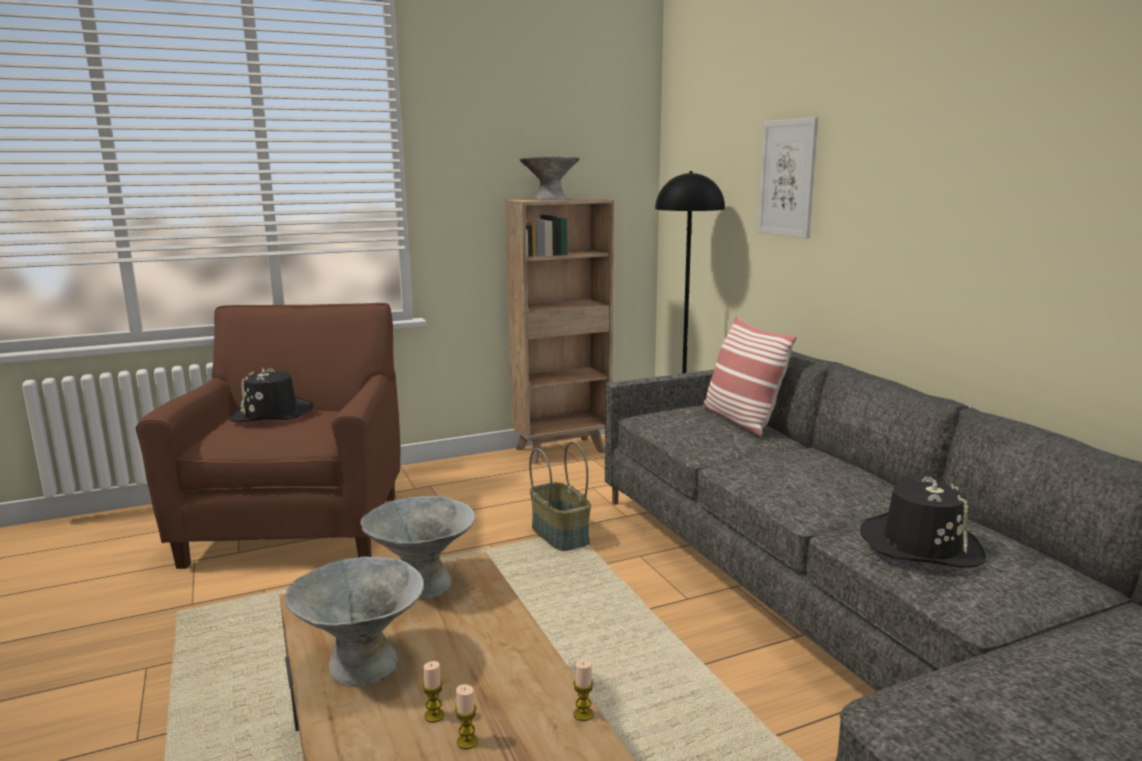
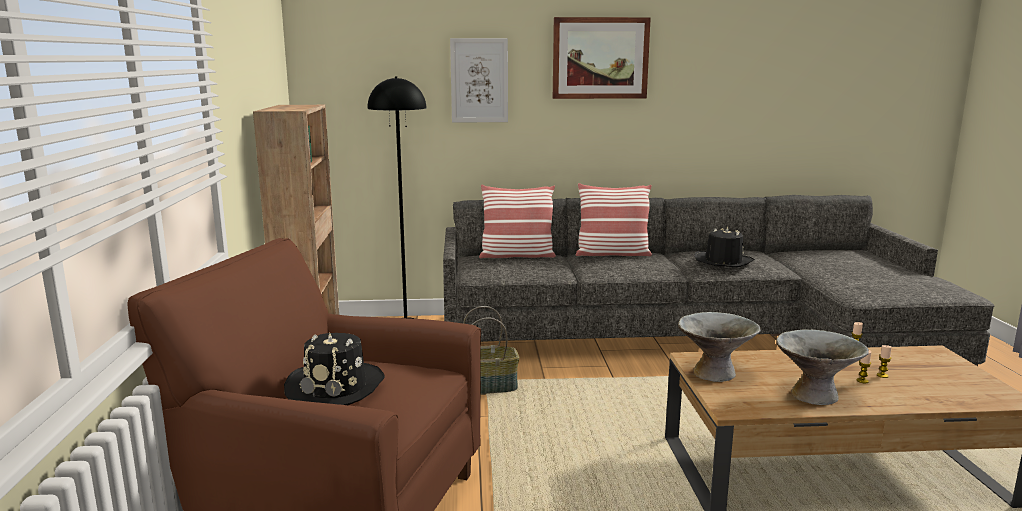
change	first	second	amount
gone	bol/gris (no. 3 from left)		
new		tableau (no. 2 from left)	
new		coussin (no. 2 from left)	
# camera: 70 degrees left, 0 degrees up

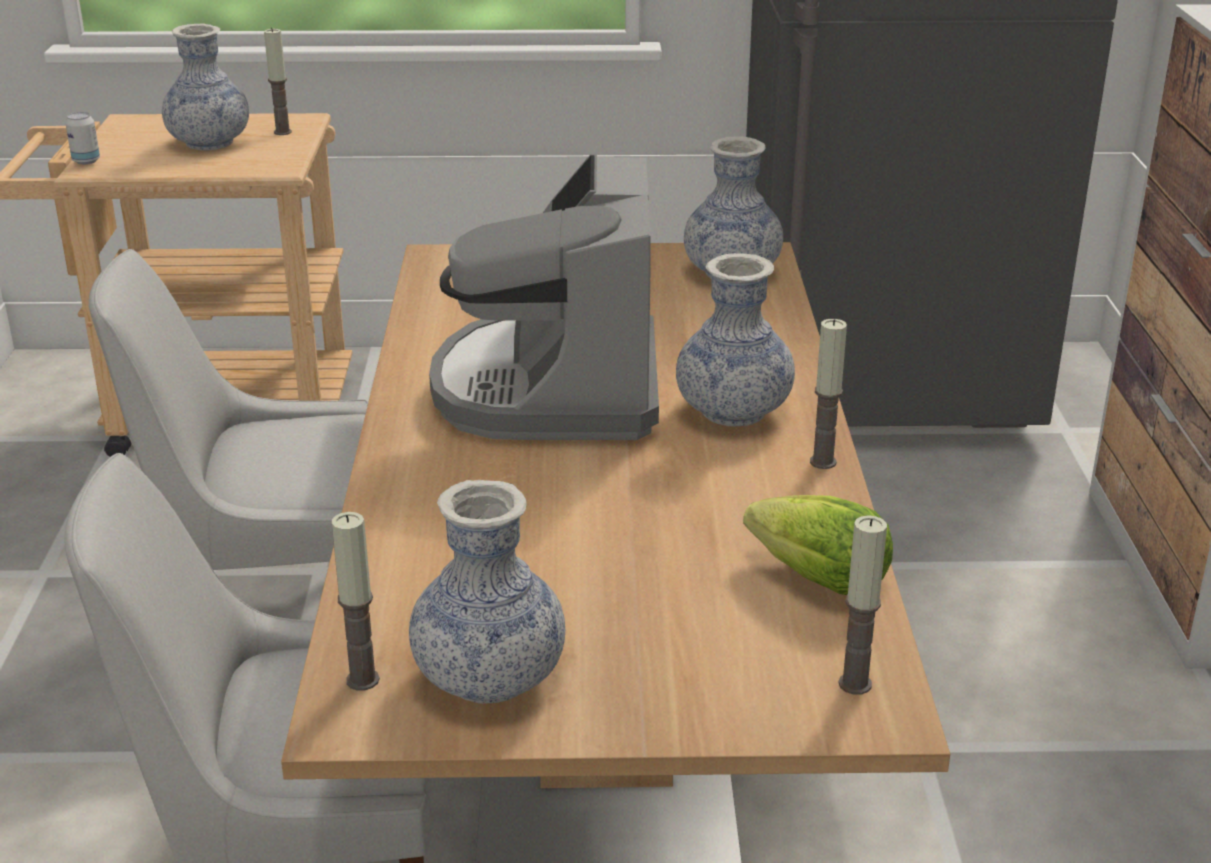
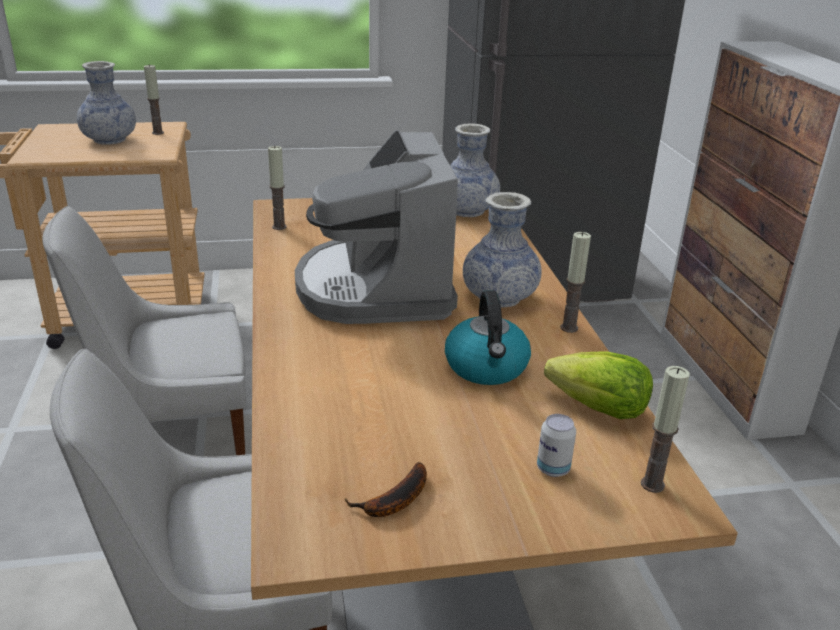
change	first	second	amount
shifted	boîte métallique		
shifted	bougie (no. 2 from left)		
swapped	vase (no. 2 from left)	banane	
new		bouilloire	
# camera: 10 degrees left, 0 degrees up

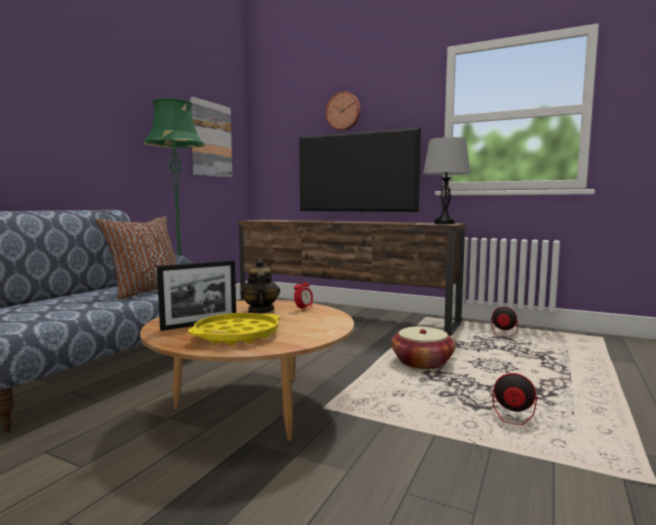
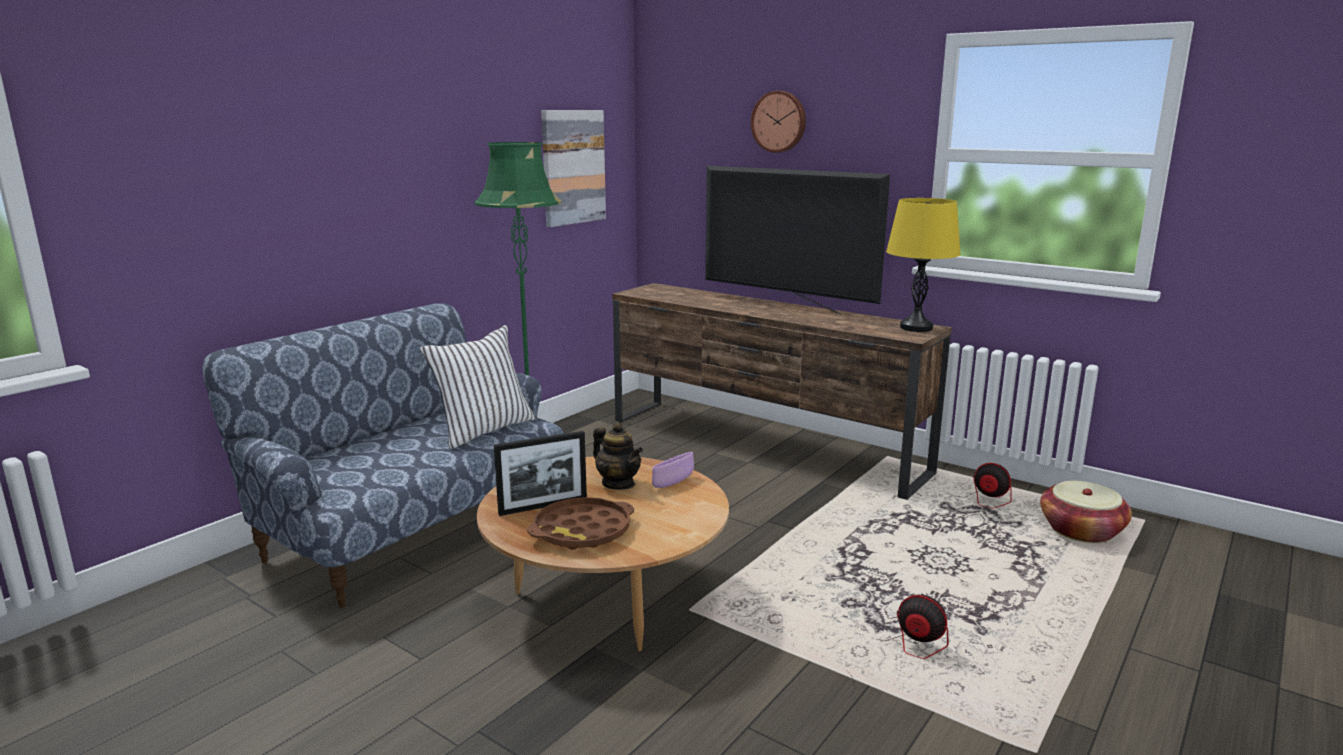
change	first	second	amount
repainted	coussin/marron	coussin/blanc	
repainted	plateau/jaune	plateau/marron	
rotated	théière		135 degrees clockwise
swapped	réveil	bol/violet	
shifted	panier		
repainted	lampe de table/gris	lampe de table/jaune	
# camera: 10 degrees right, 10 degrees up

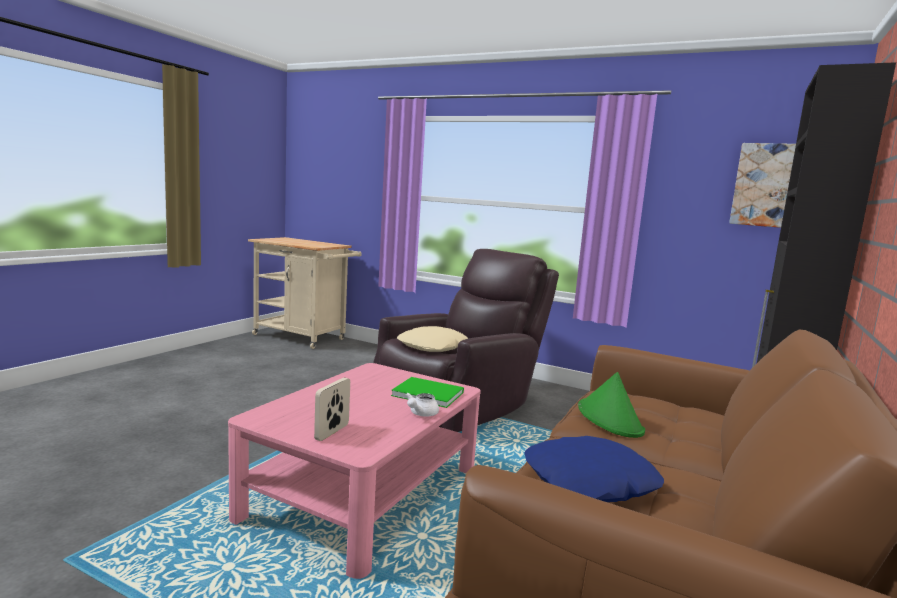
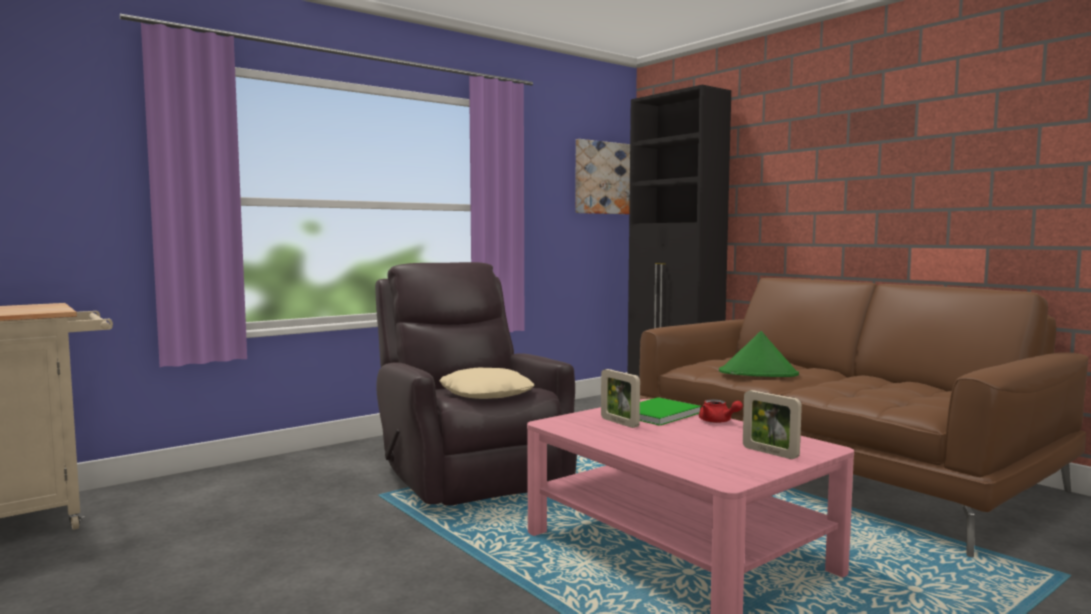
change	first	second	amount
repainted	théière/blanc	théière/rouge	
gone	coussin/bleu		
new		cadre photo (no. 1 from left)	
# camera: 65 degrees left, 5 degrees down

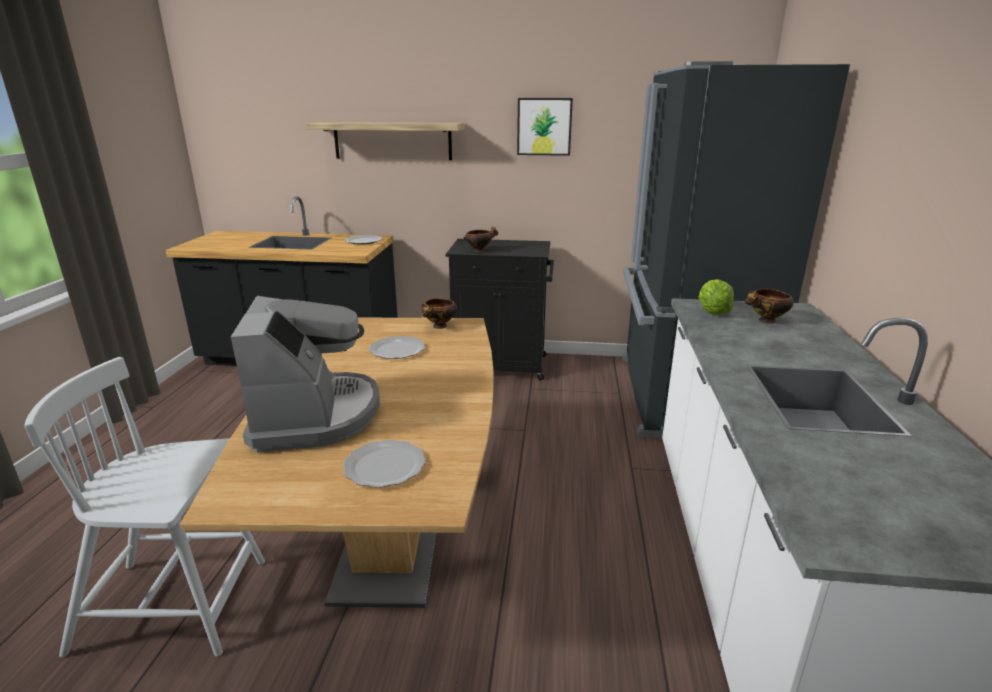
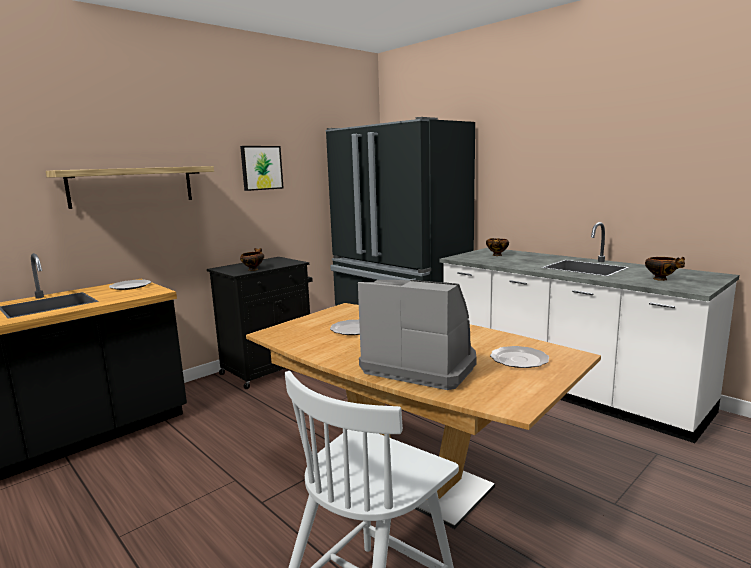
change	first	second	amount
shifted	bol (no. 1 from left in the first image)	bol (no. 3 from left)	
gone	laitue		
# camera: 50 degrees left, 10 degrees down

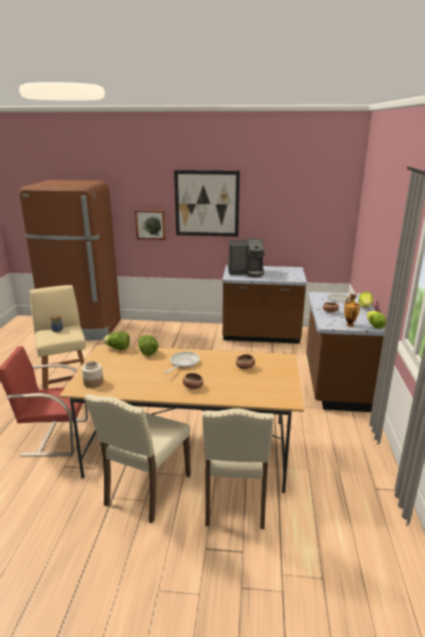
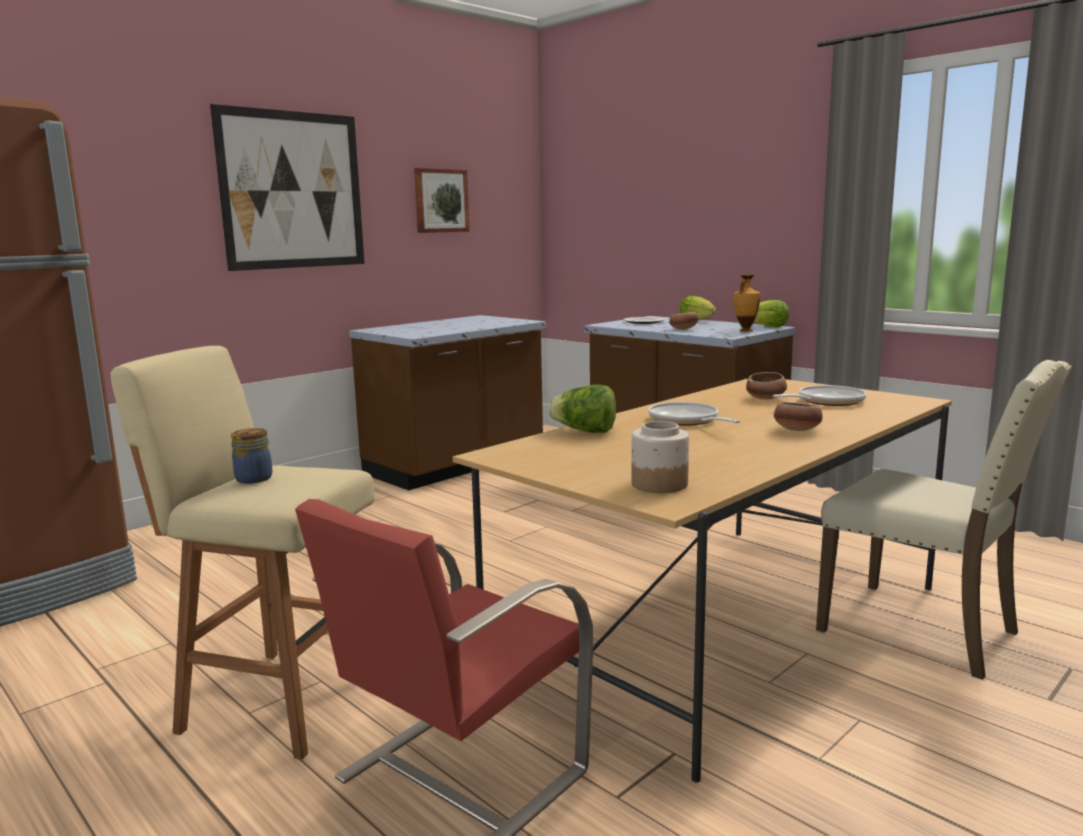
change	first	second	amount
gone	chaise/beige (no. 1 from left)		
gone	laitue (no. 1 from left)		
shifted	tableau (no. 1 from left in the first image)	tableau (no. 2 from left)	
gone	machine à café		
new		poêle (no. 2 from left)	
# camera: 50 degrees left, 10 degrees down

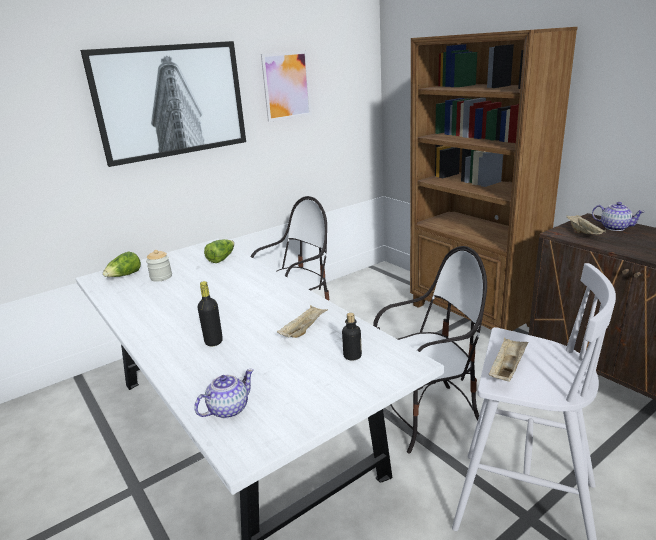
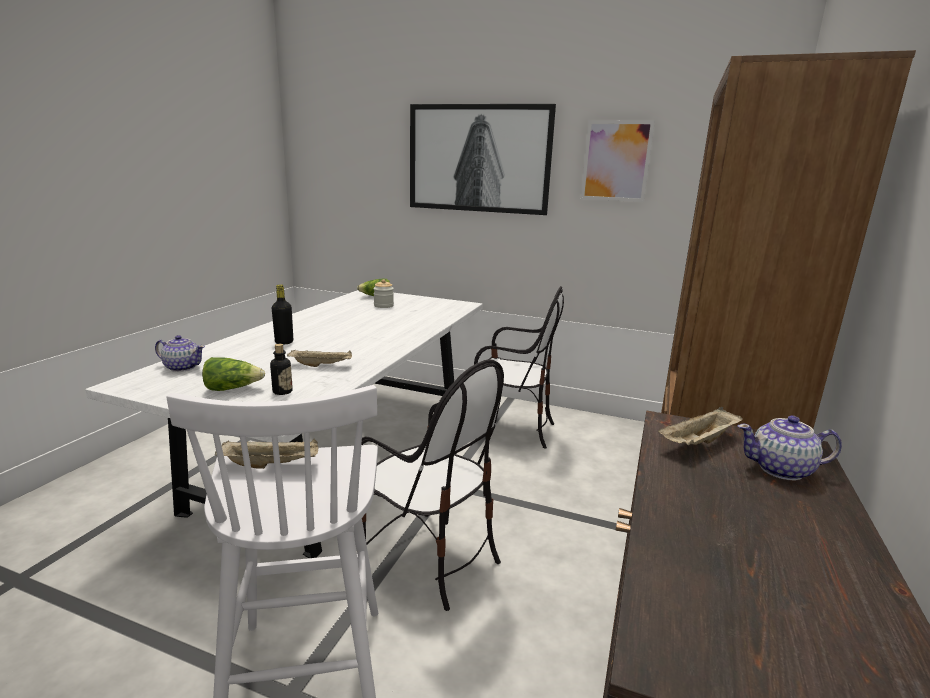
change	first	second	amount
shifted	laitue (no. 2 from left in the first image)	laitue (no. 1 from left)	
rotated	théière (no. 2 from left)		90 degrees clockwise
# camera: 55 degrees right, 5 degrees down

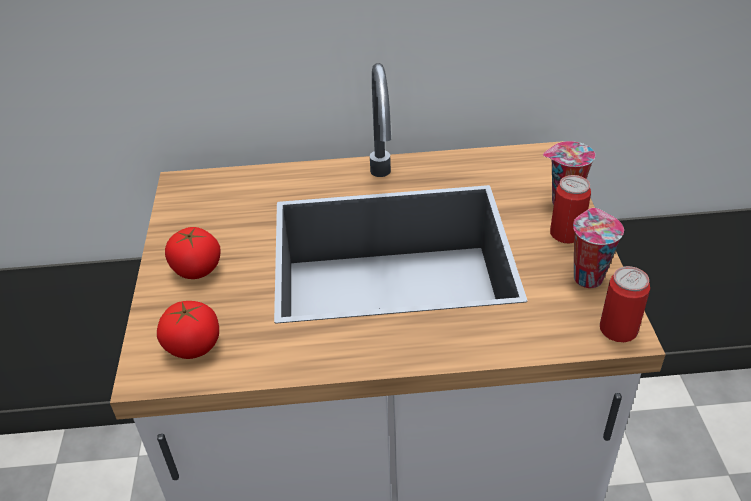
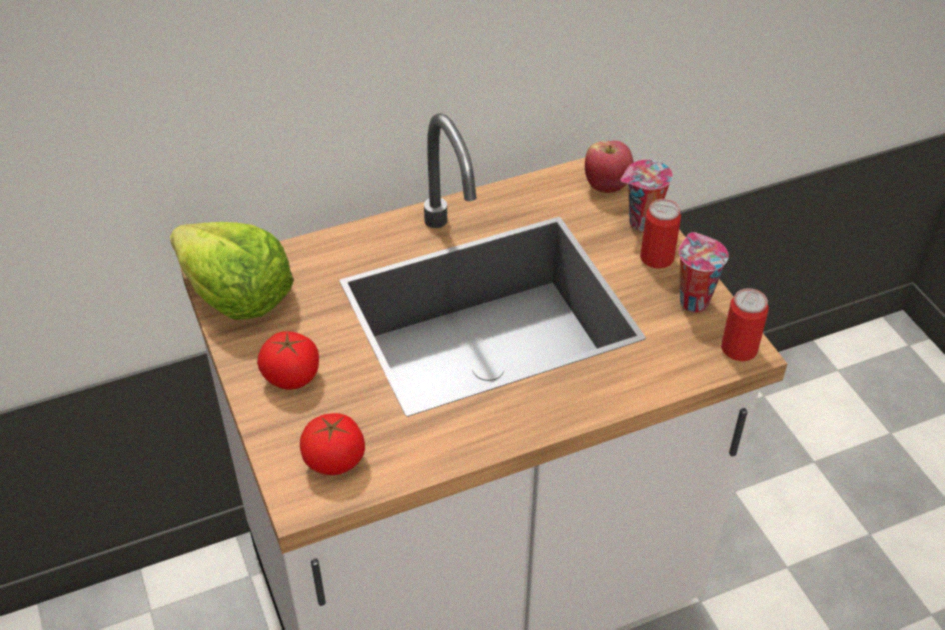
change	first	second	amount
new		laitue	
new		pomme	
# camera: 20 degrees left, 5 degrees up

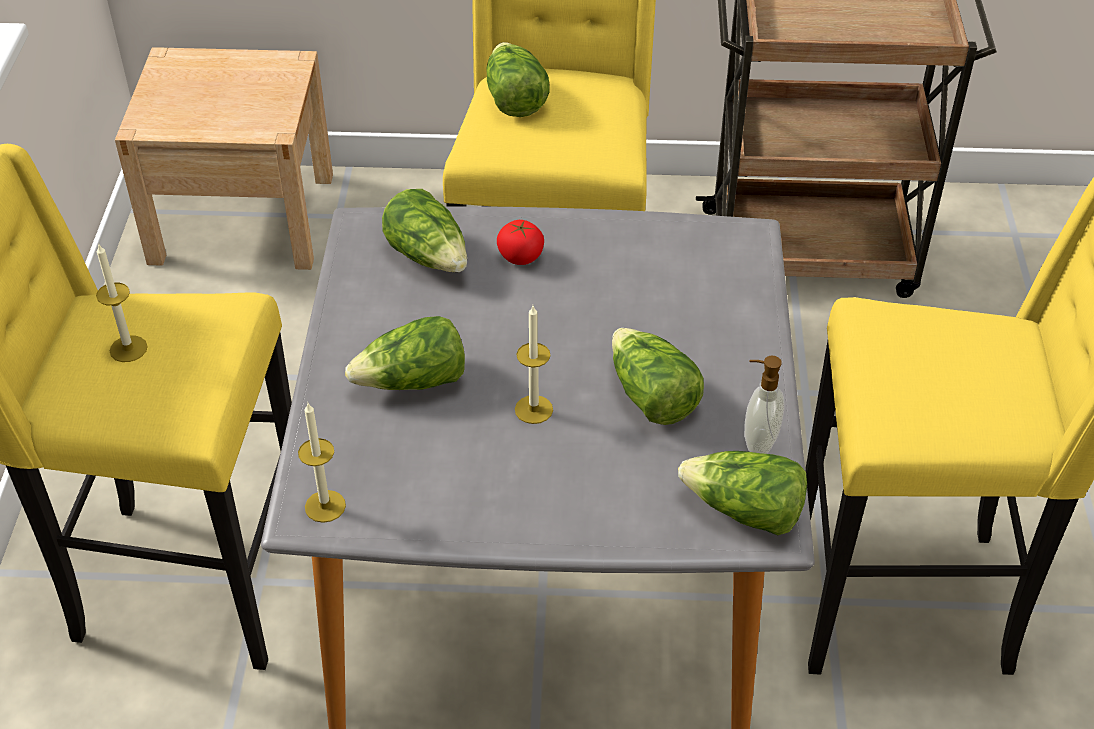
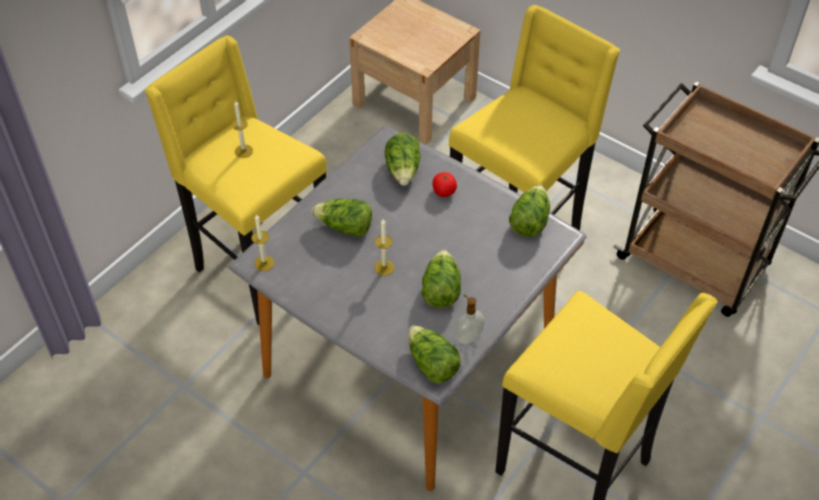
change	first	second	amount
shifted	laitue (no. 3 from left in the first image)	laitue (no. 5 from left)	
# camera: 35 degrees right, 5 degrees up

